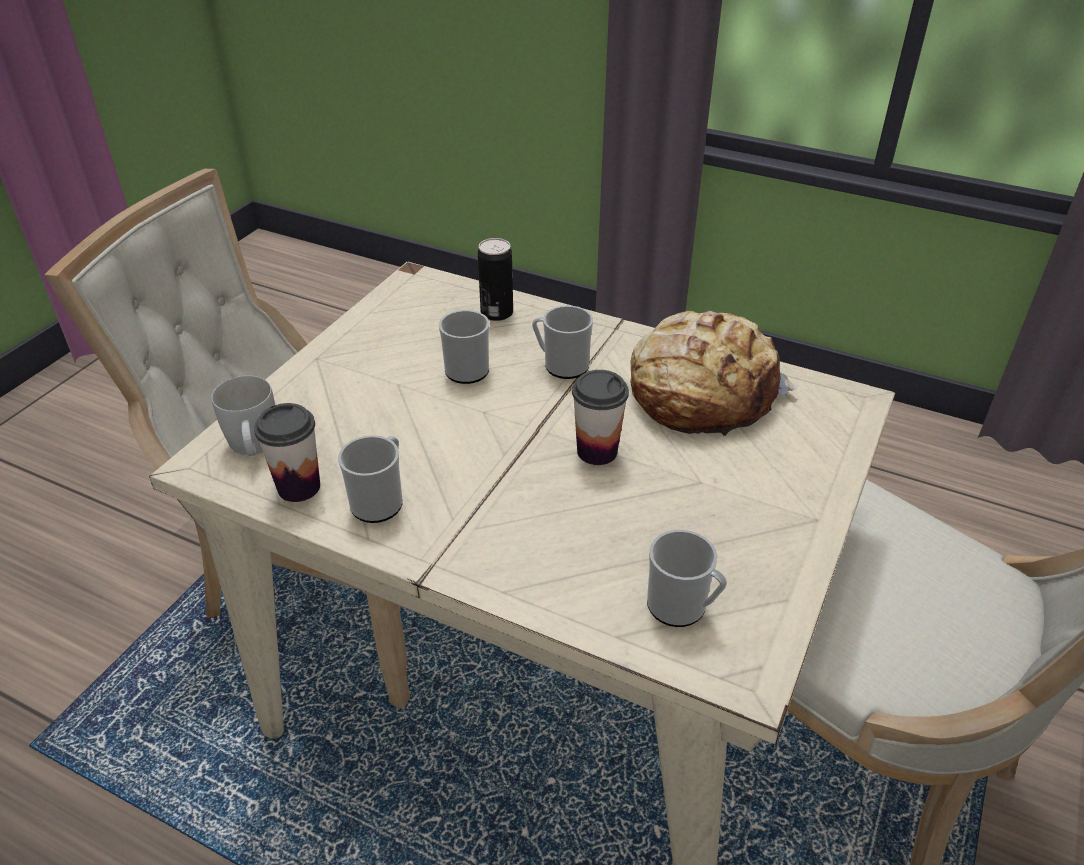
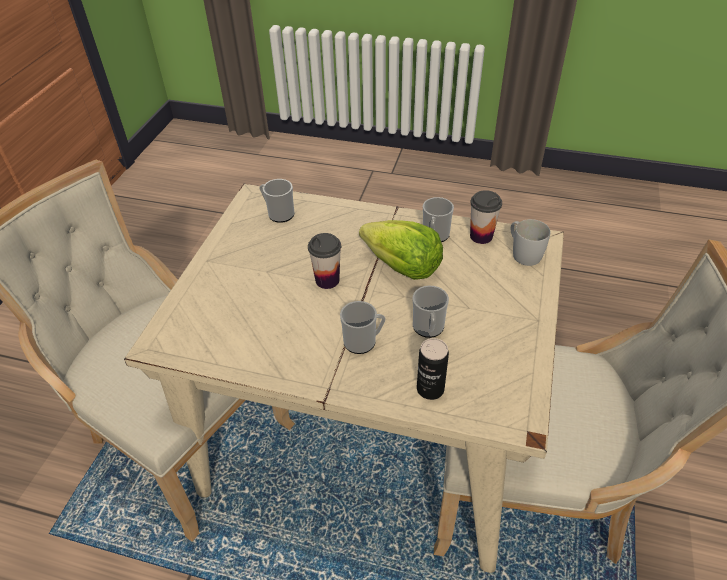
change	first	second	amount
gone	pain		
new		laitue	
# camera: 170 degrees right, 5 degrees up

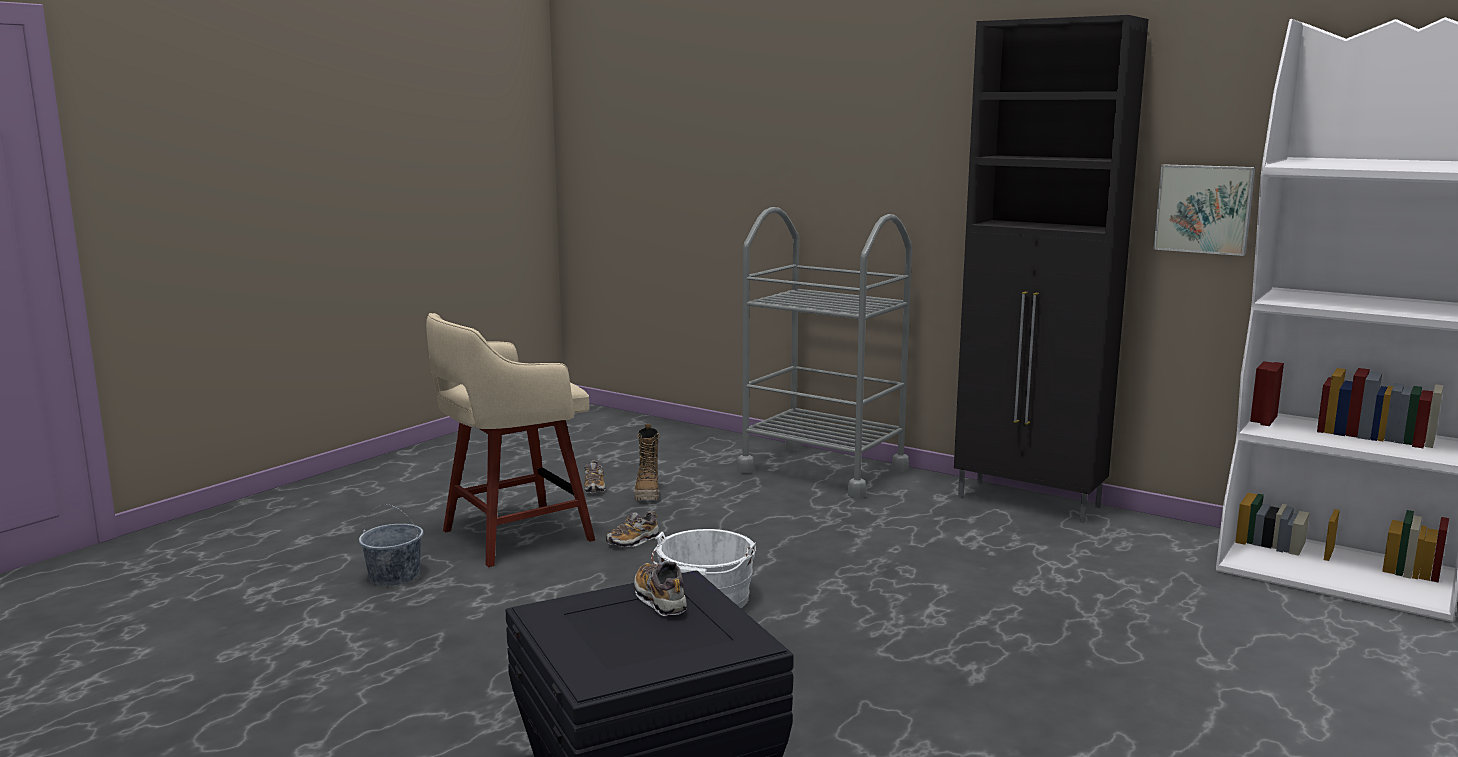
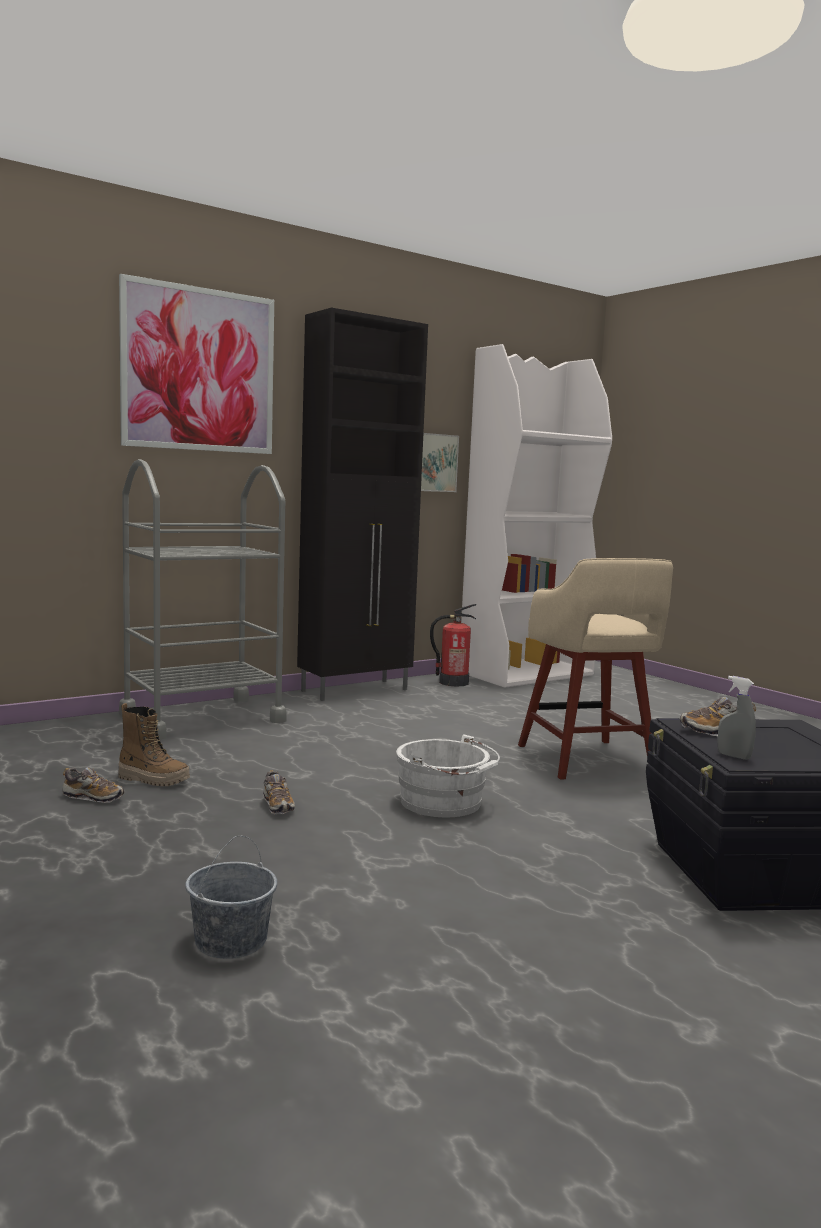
change	first	second	amount
shifted	tabouret/beige		
new		tableau (no. 1 from left)	
new		extincteur	
new		vaporisateur/gris	
# camera: 70 degrees left, 5 degrees down

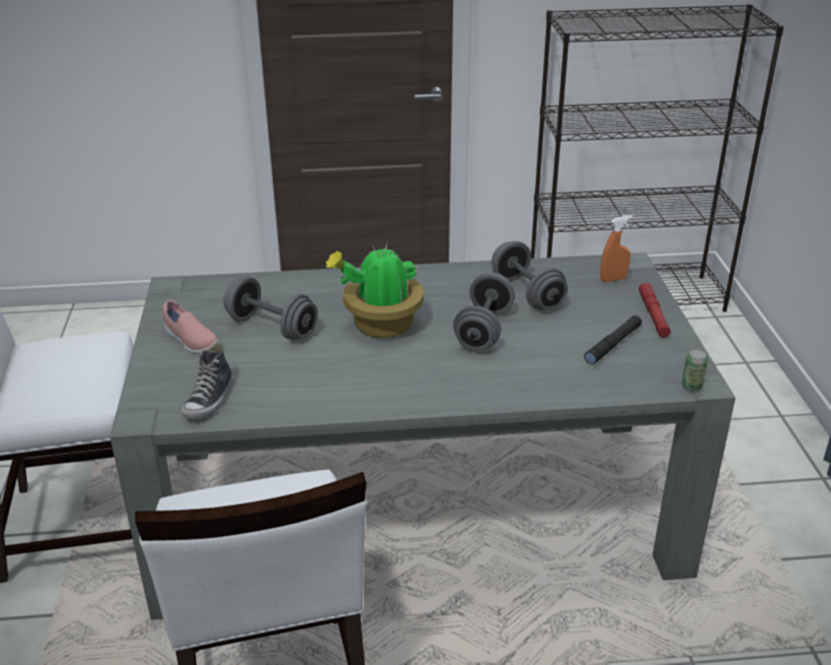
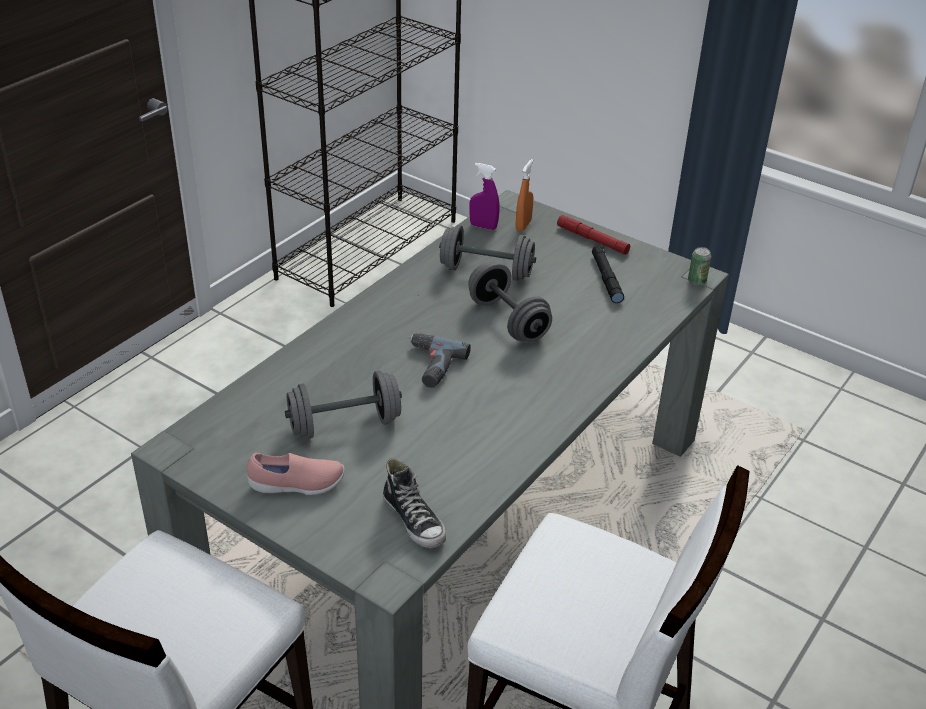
change	first	second	amount
swapped	plante en pot	perceuse	
new		vaporisateur/violet	
# camera: 50 degrees left, 5 degrees up

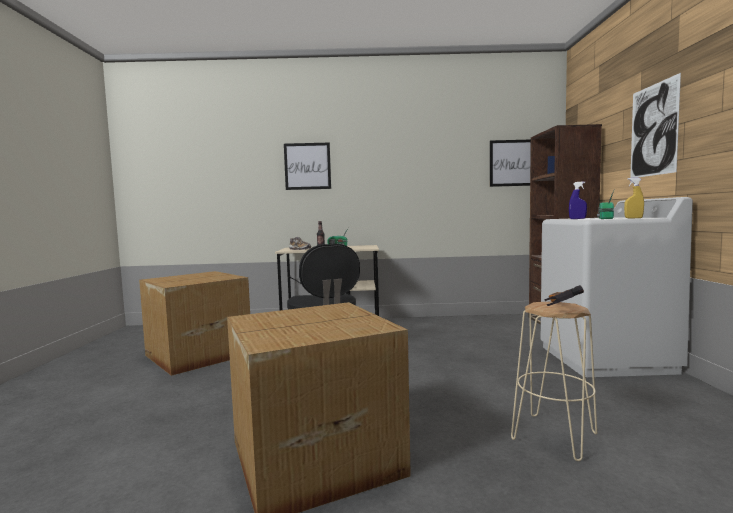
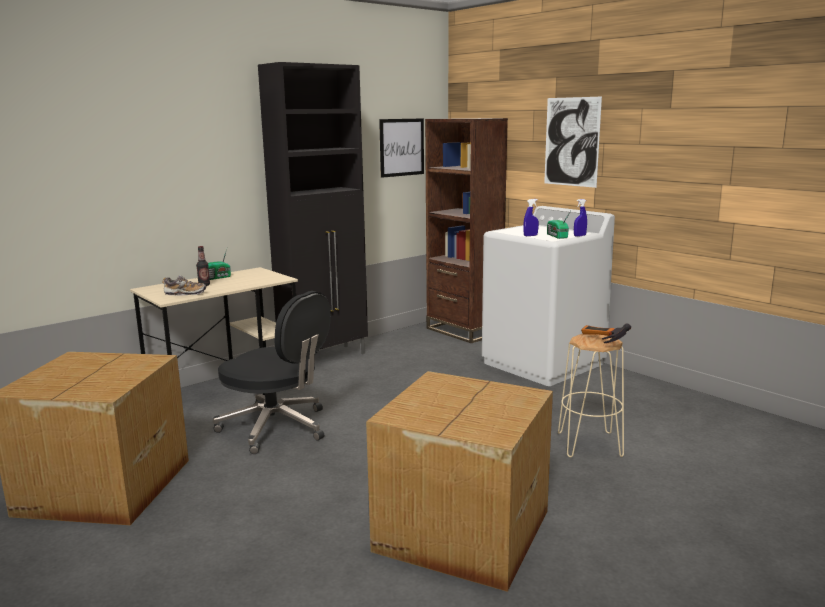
change	first	second	amount
gone	tableau (no. 1 from left)		
repainted	vaporisateur/jaune	vaporisateur/bleu (no. 2 from left)	
new		meuble de rangement/noir	
# camera: 40 degrees left, 10 degrees up

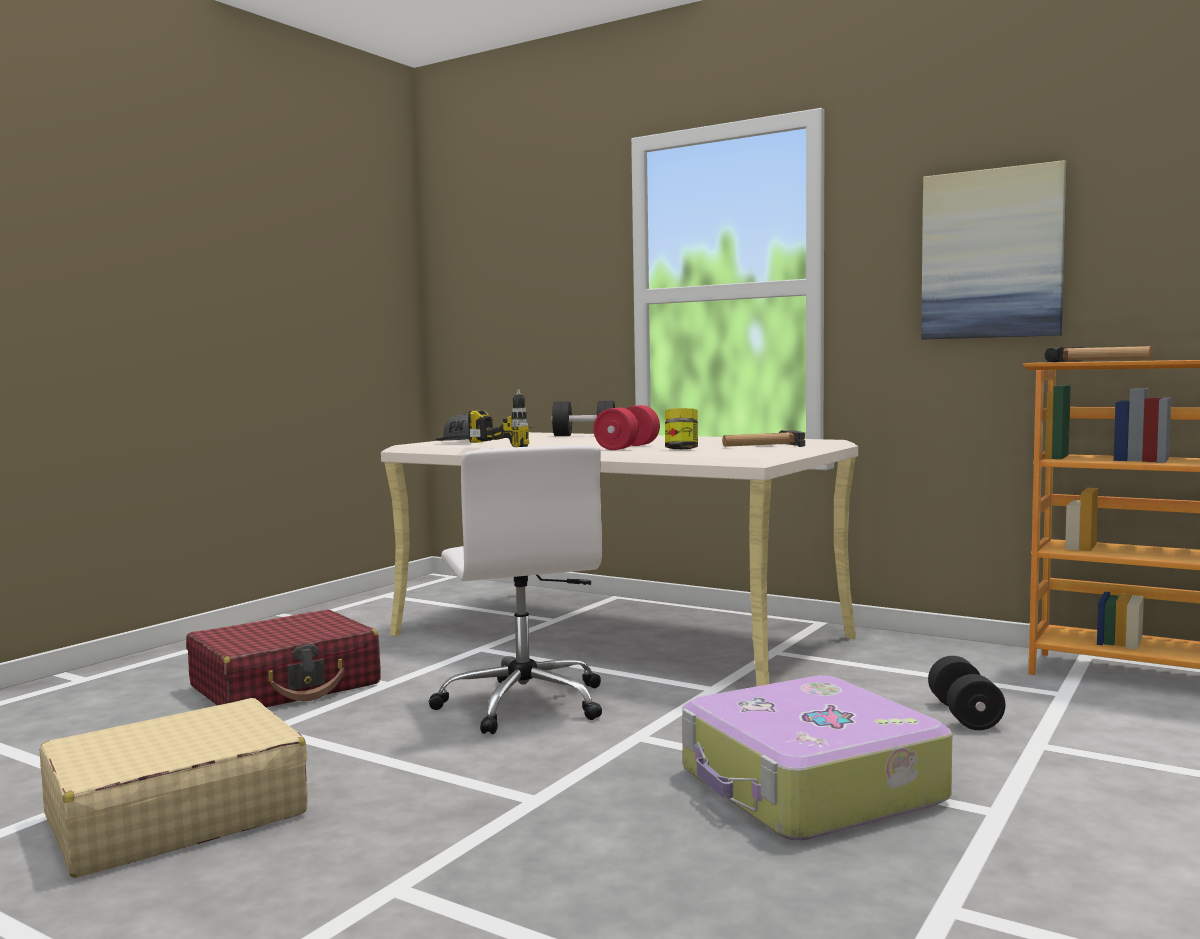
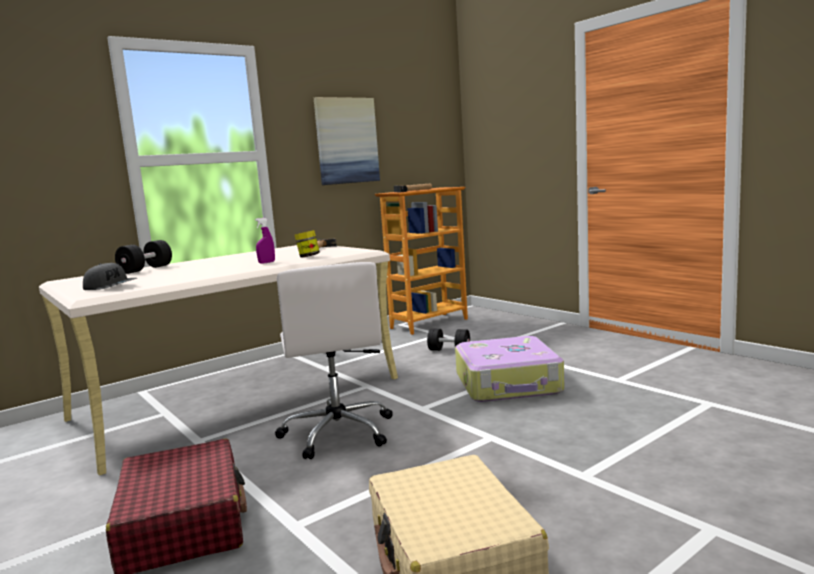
change	first	second	amount
rotated	chaise de bureau/blanc		75 degrees clockwise
gone	perceuse		
swapped	haltère/rouge	vaporisateur/violet	
# camera: 70 degrees left, 5 degrees up

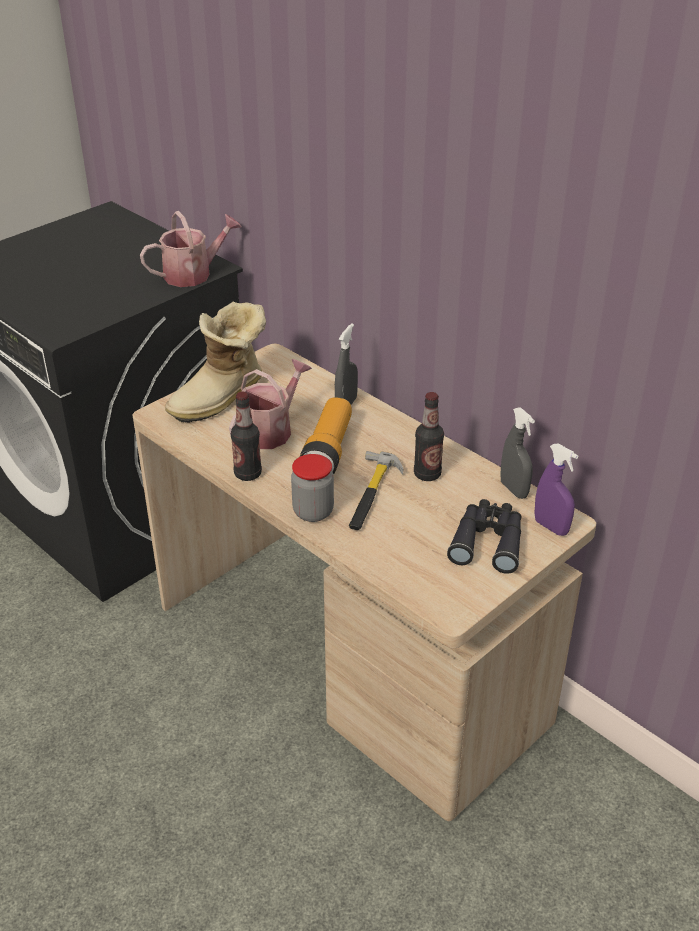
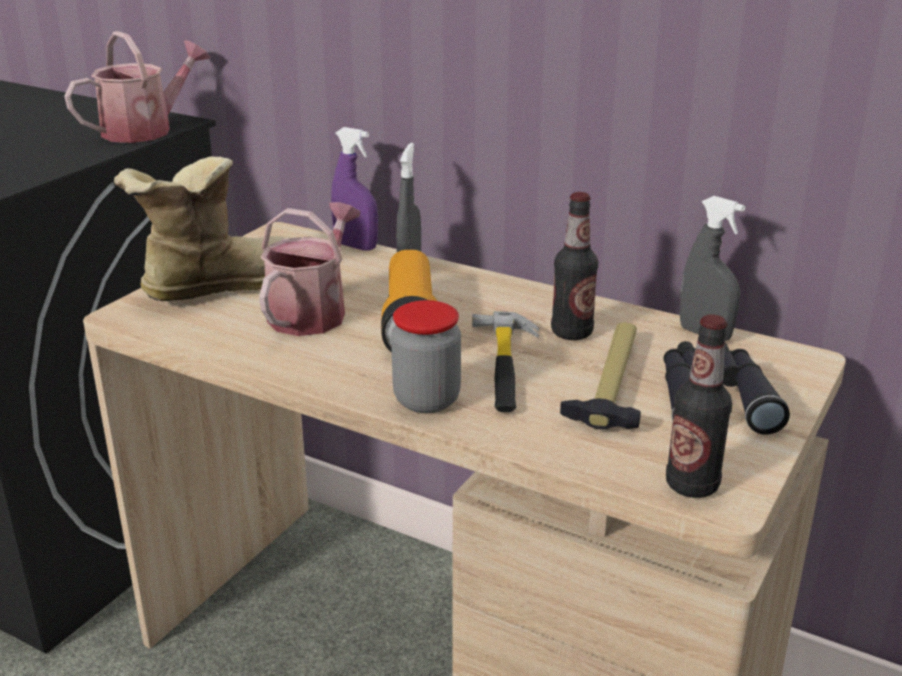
change	first	second	amount
rotated	botte		150 degrees counterclockwise
shifted	bouteille (no. 1 from left in the first image)	bouteille (no. 2 from left)	
shifted	vaporisateur/violet		
new		marteau (no. 2 from left)	
# camera: 15 degrees left, 10 degrees down

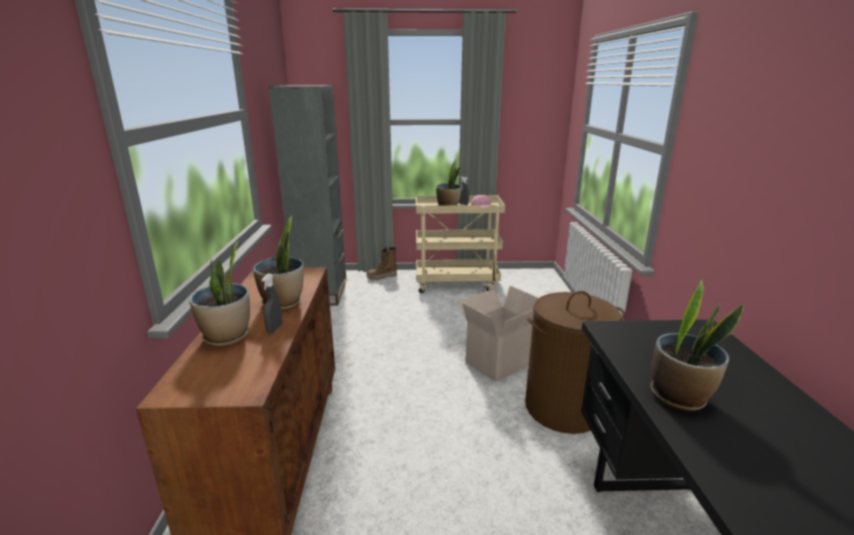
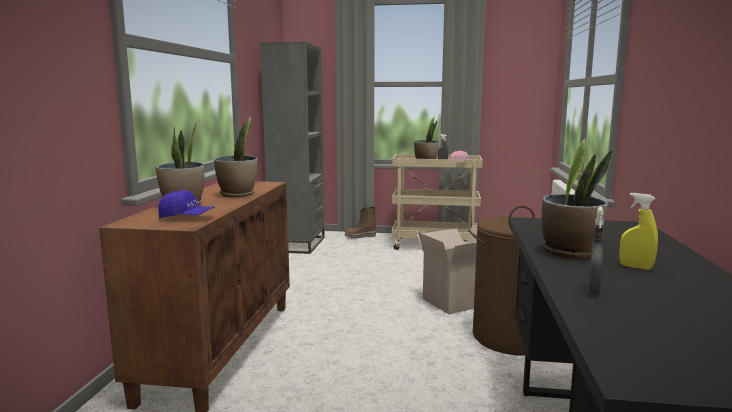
change	first	second	amount
shifted	vaporisateur/gris (no. 1 from left in the first image)	vaporisateur/gris (no. 2 from left)	
new		casquette/bleu	
new		vaporisateur/jaune	
# camera: 10 degrees right, 10 degrees down

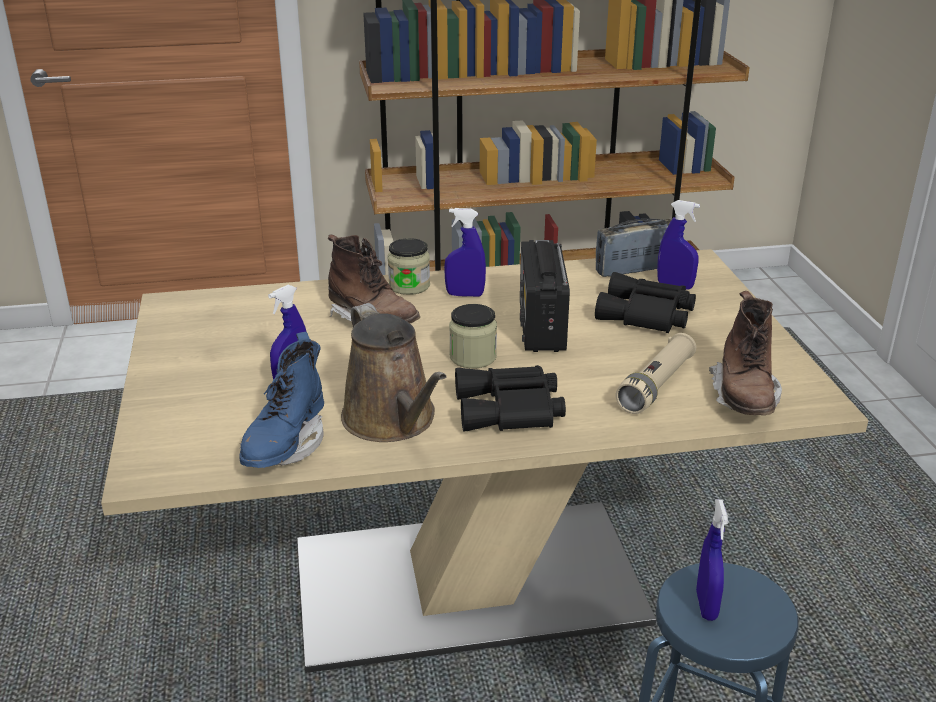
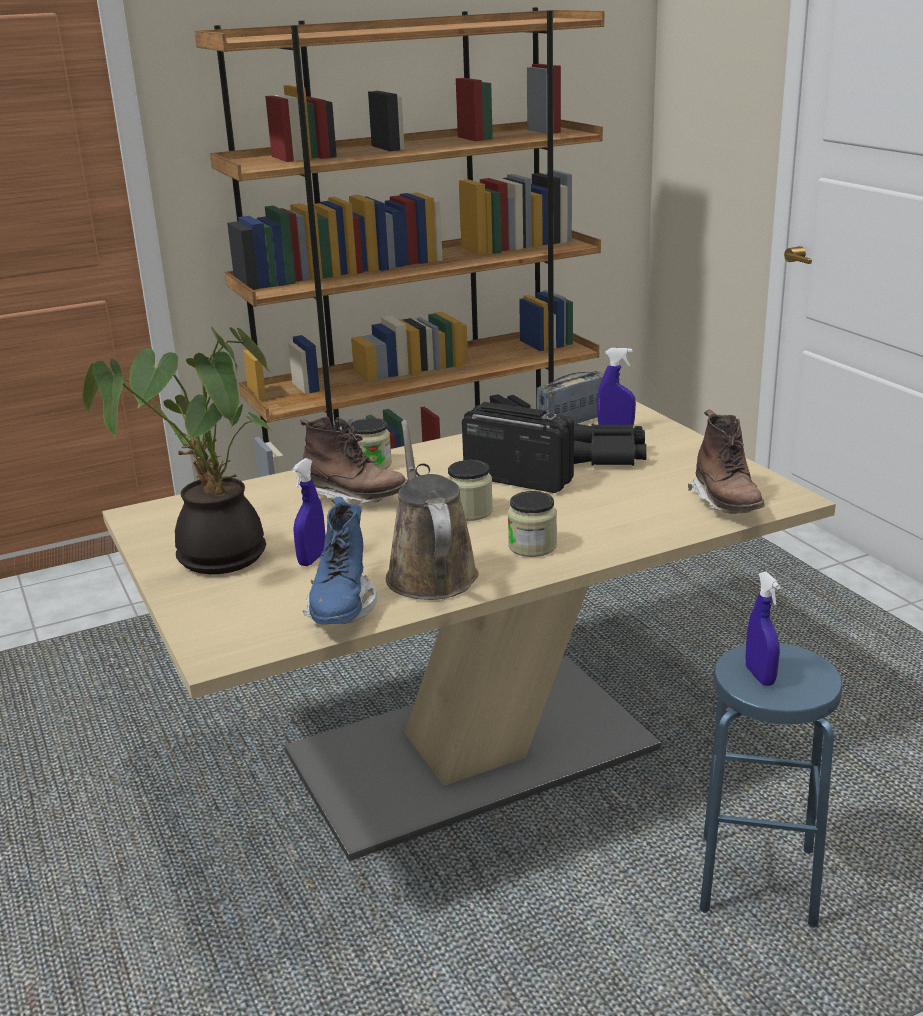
change	first	second	amount
rotated	arrosoir/marron		150 degrees counterclockwise
gone	vaporisateur/bleu (no. 2 from left)		
swapped	jumelles/noir (no. 1 from left)	bocal (no. 3 from left)	
rotated	radio (no. 1 from left)		135 degrees clockwise
gone	lampe de poche/beige		
new		plante en pot	
# camera: 15 degrees left, 5 degrees down

